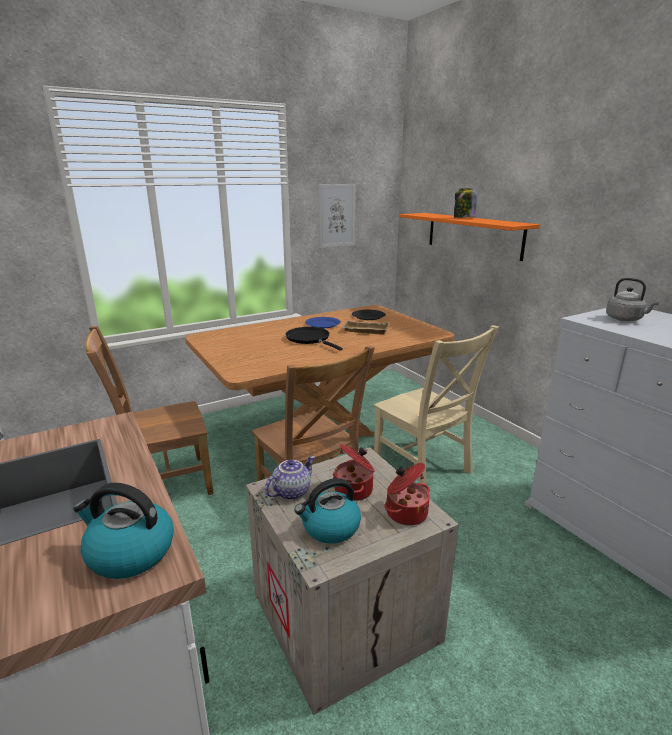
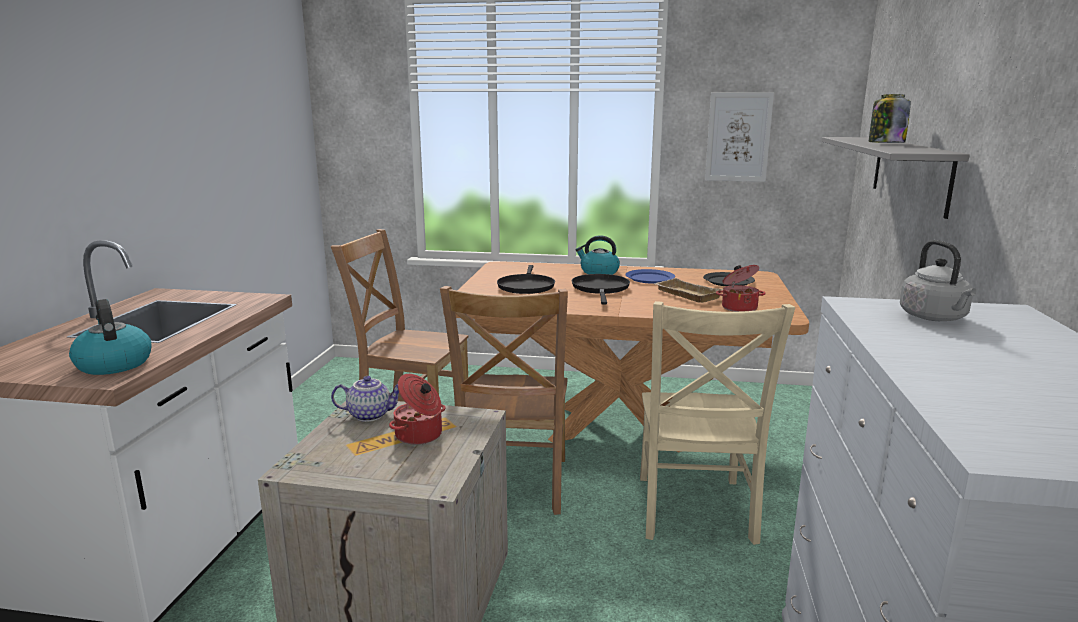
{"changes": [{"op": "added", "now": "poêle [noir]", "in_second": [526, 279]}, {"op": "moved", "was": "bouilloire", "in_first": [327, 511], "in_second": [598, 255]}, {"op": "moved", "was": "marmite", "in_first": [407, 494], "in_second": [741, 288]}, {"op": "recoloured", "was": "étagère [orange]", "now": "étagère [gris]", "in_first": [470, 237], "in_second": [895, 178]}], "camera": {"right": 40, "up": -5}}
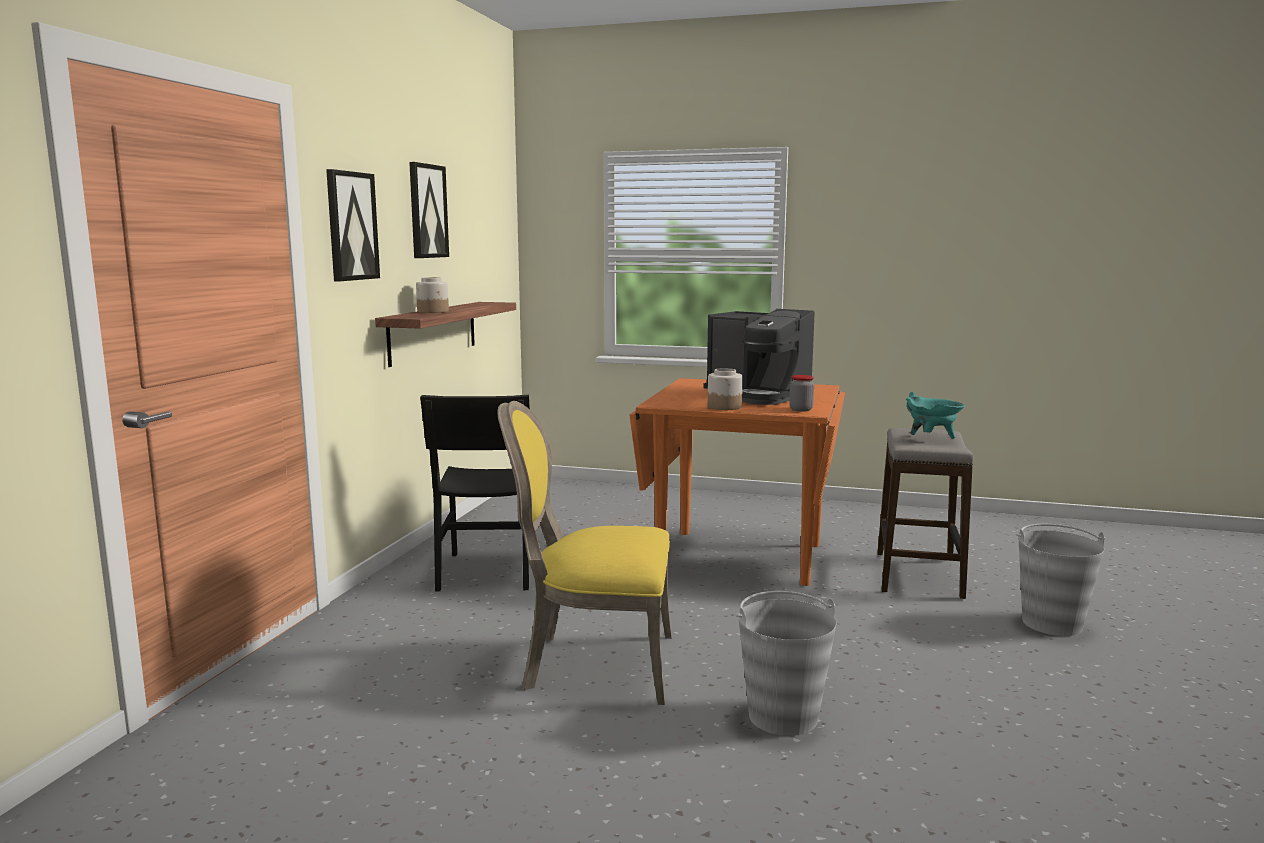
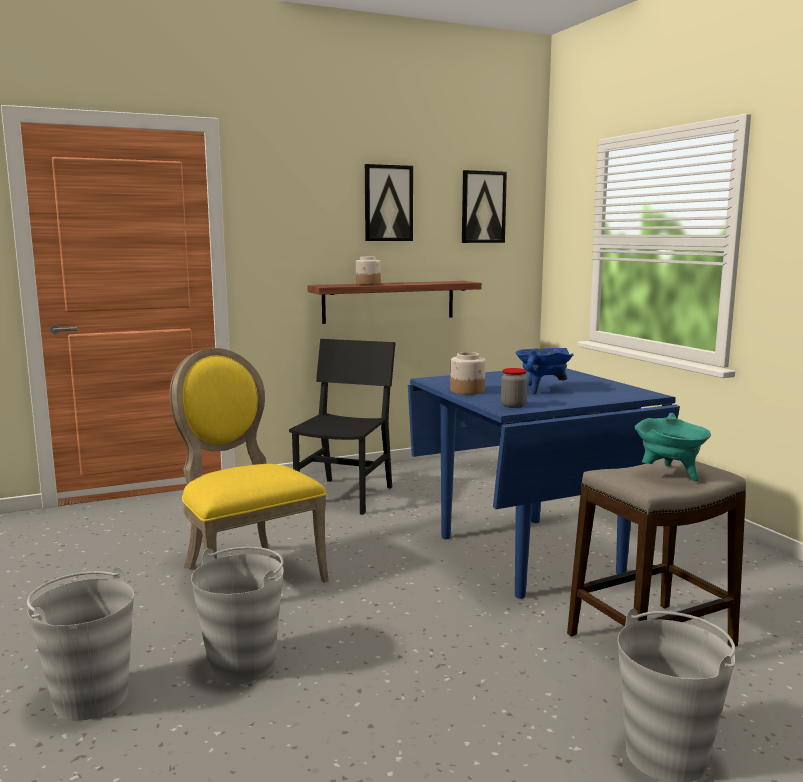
{"changes": [{"op": "added", "now": "seau [gris]", "in_second": [80, 644]}, {"op": "turned", "was": "chaise [noir]", "in_first": [478, 493], "in_second": [342, 427], "clockwise": 150}, {"op": "recoloured", "was": "table à manger [orange]", "now": "table à manger [bleu]", "in_first": [737, 482], "in_second": [544, 483]}, {"op": "moved", "was": "tableau", "in_first": [353, 225], "in_second": [484, 206]}, {"op": "replaced", "was": "machine à café", "now": "marmite [bleu]", "in_first": [759, 357], "in_second": [545, 371]}], "camera": {"right": 50, "up": 0}}
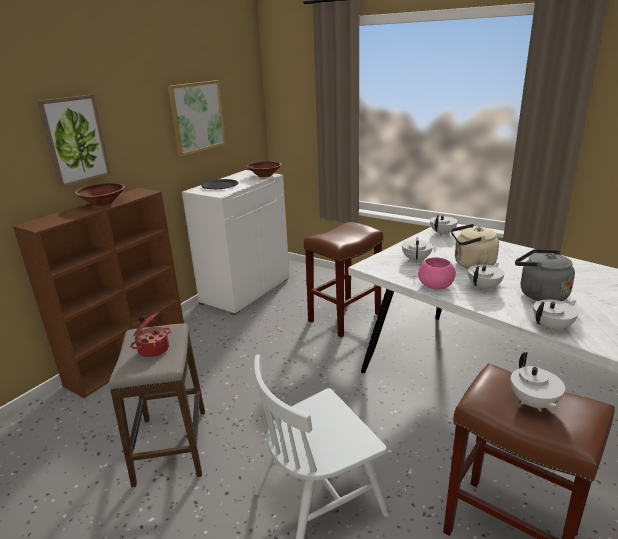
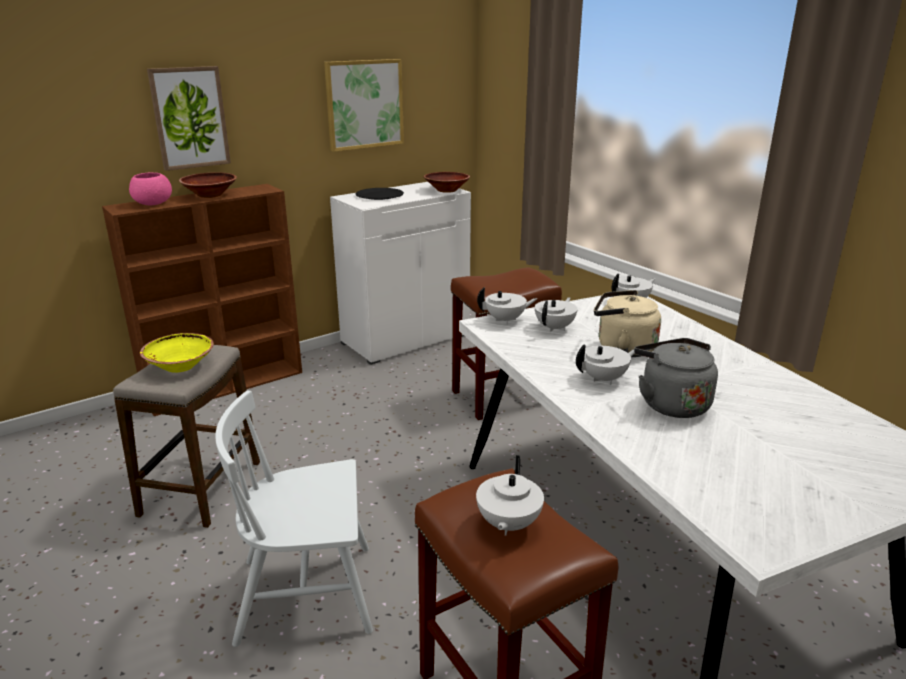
{"changes": [{"op": "moved", "was": "bol [rose]", "in_first": [437, 273], "in_second": [150, 188]}, {"op": "replaced", "was": "marmite", "now": "bol [jaune]", "in_first": [150, 334], "in_second": [177, 353]}, {"op": "moved", "was": "théière [blanc]", "in_first": [555, 316], "in_second": [507, 306]}], "camera": {"right": 20, "up": 0}}
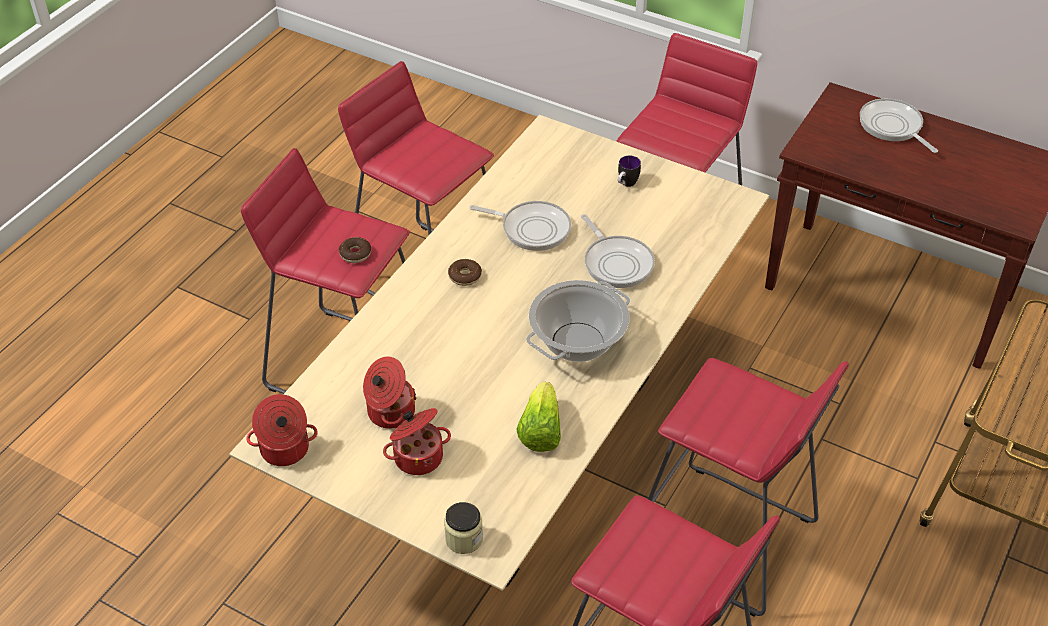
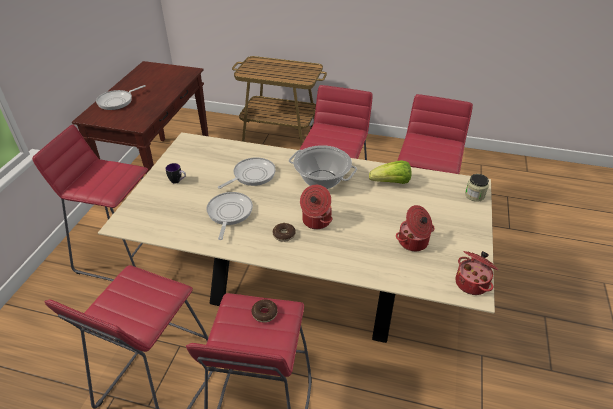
{"changes": [{"op": "moved", "was": "marmite", "in_first": [417, 441], "in_second": [316, 207]}], "camera": {"right": -105, "up": -5}}
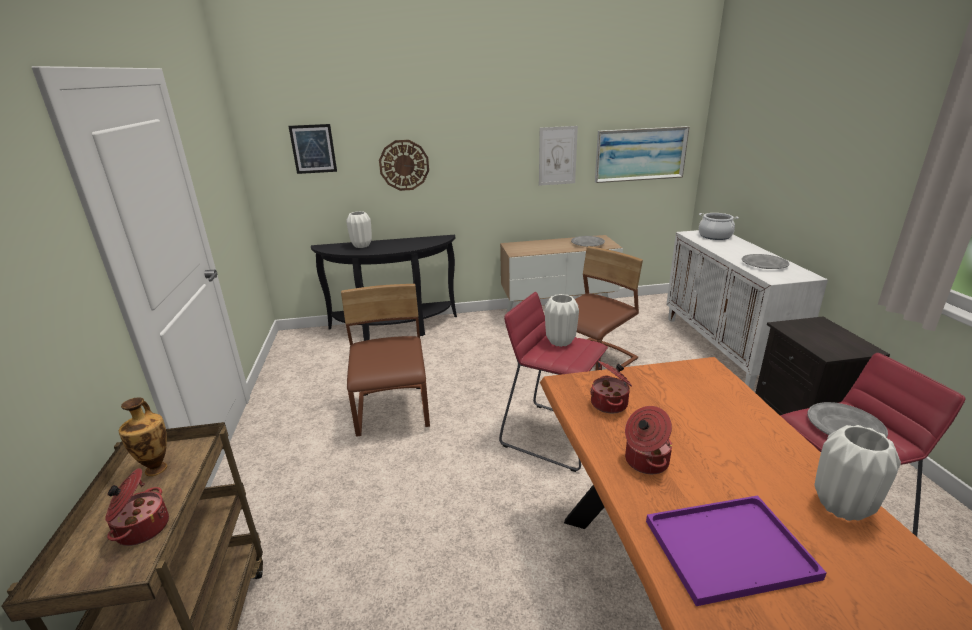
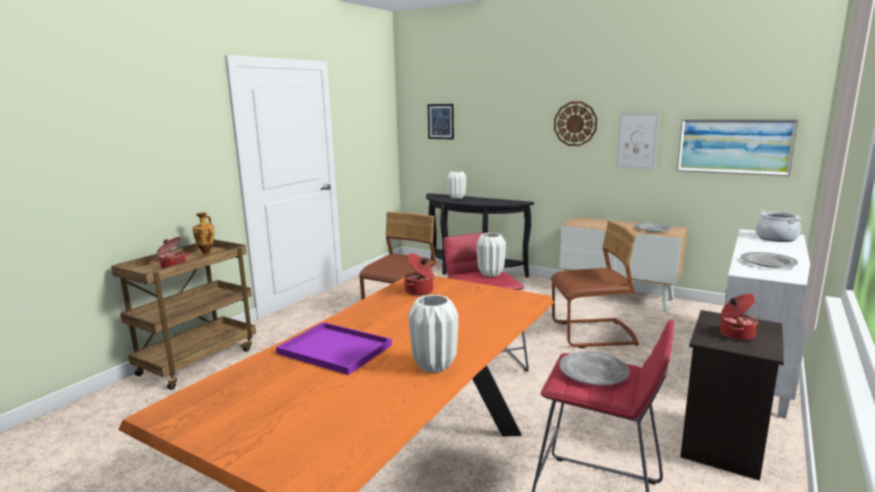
{"changes": [{"op": "moved", "was": "horloge murale", "in_first": [404, 165], "in_second": [575, 123]}, {"op": "moved", "was": "marmite", "in_first": [648, 440], "in_second": [739, 317]}], "camera": {"right": 40, "up": -10}}
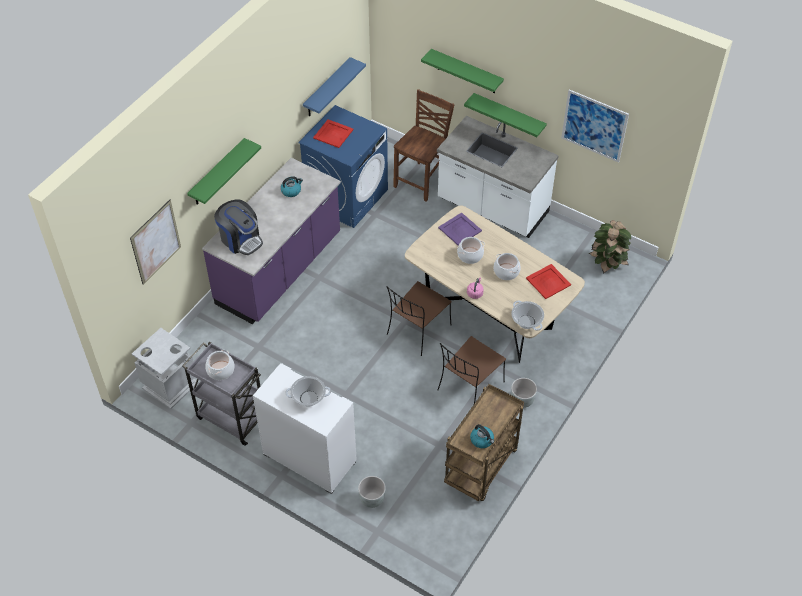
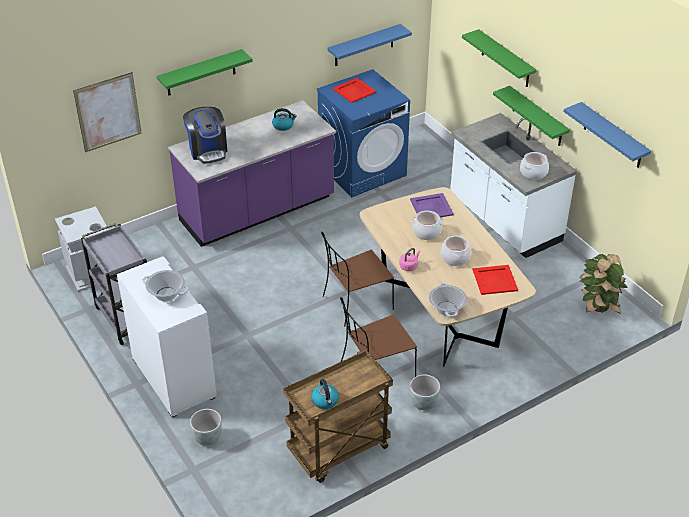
{"changes": [{"op": "moved", "was": "marmite", "in_first": [220, 365], "in_second": [534, 166]}, {"op": "replaced", "was": "tableau", "now": "étagère [bleu]", "in_first": [595, 126], "in_second": [607, 135]}, {"op": "removed", "was": "chaise [marron]", "in_first": [424, 145]}], "camera": {"right": 25, "up": -10}}
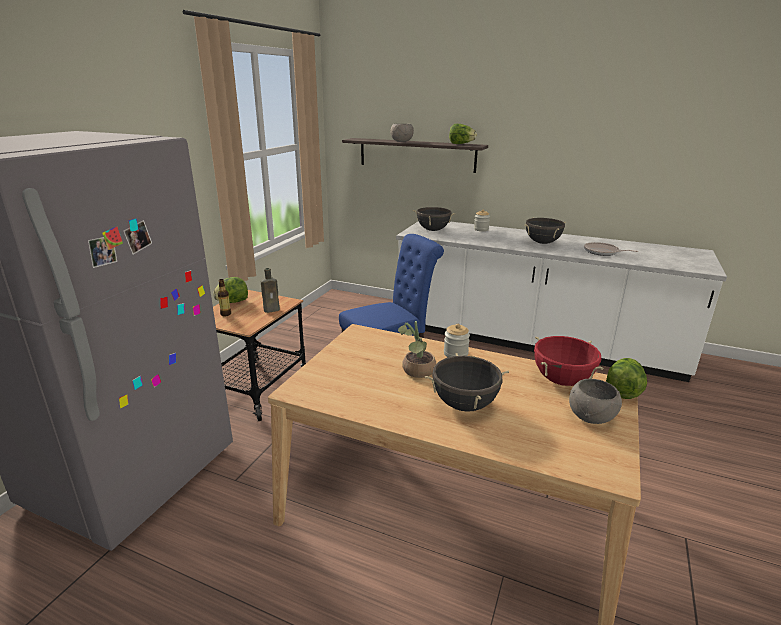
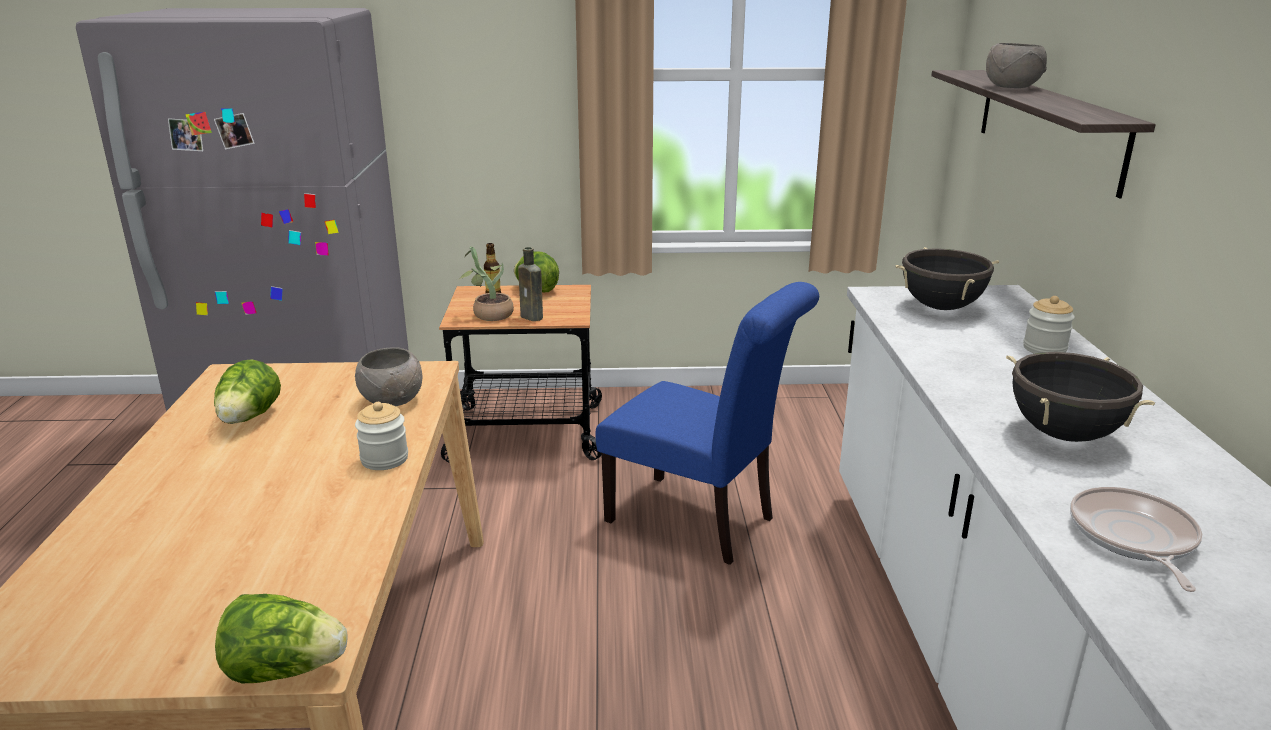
{"changes": [{"op": "moved", "was": "laitue", "in_first": [463, 134], "in_second": [247, 391]}, {"op": "moved", "was": "bol [gris]", "in_first": [595, 401], "in_second": [388, 376]}, {"op": "moved", "was": "plante en pot", "in_first": [417, 349], "in_second": [486, 283]}, {"op": "removed", "was": "marmite [noir]", "in_first": [467, 382]}, {"op": "removed", "was": "marmite [rouge]", "in_first": [569, 361]}], "camera": {"right": 65, "up": 0}}
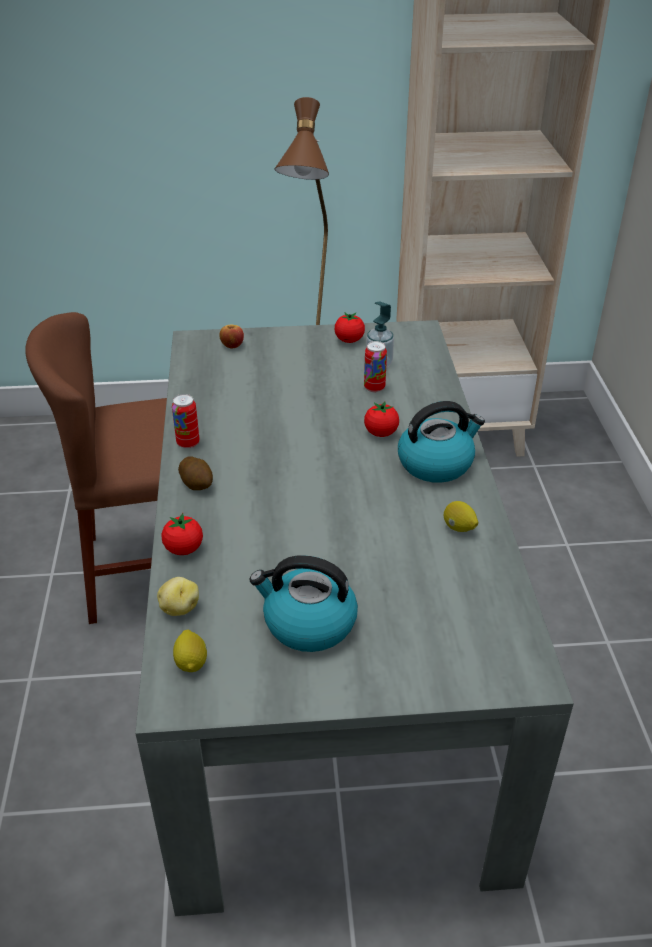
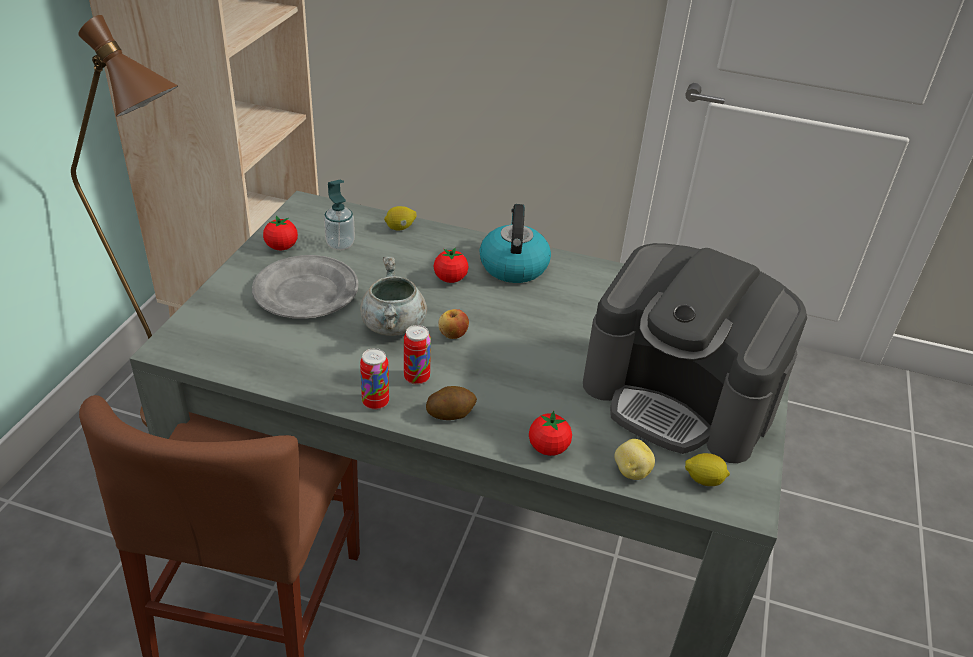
{"changes": [{"op": "added", "now": "assiette [gris]", "in_second": [305, 287]}, {"op": "added", "now": "marmite [gris]", "in_second": [393, 296]}, {"op": "moved", "was": "citron", "in_first": [461, 516], "in_second": [400, 218]}, {"op": "moved", "was": "boîte métallique", "in_first": [375, 367], "in_second": [417, 355]}, {"op": "moved", "was": "pomme", "in_first": [231, 337], "in_second": [453, 324]}, {"op": "replaced", "was": "bouilloire", "now": "machine à café", "in_first": [304, 603], "in_second": [695, 353]}], "camera": {"right": -70, "up": 0}}
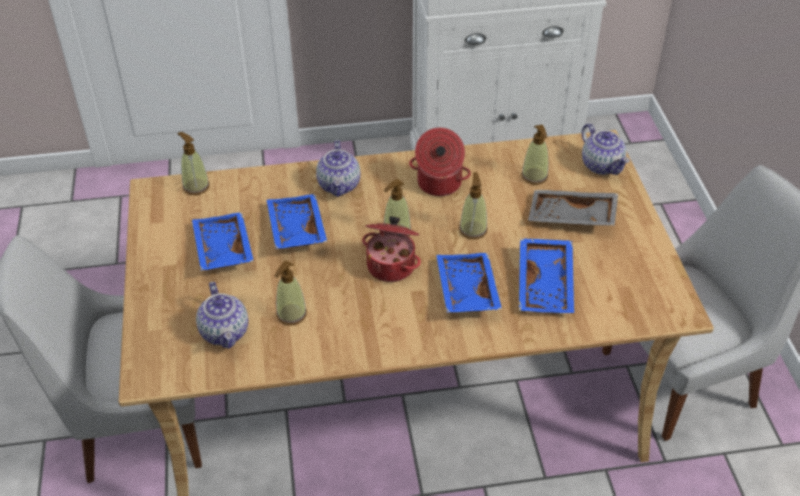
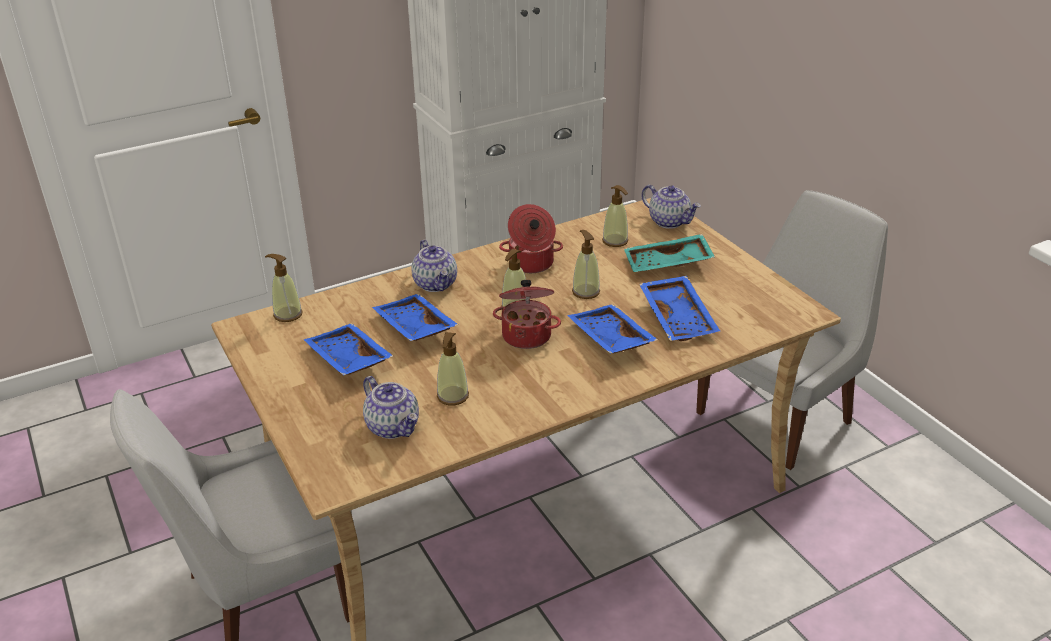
{"changes": [{"op": "recoloured", "was": "plateau [gris]", "now": "plateau [turquoise]", "in_first": [573, 208], "in_second": [669, 253]}], "camera": {"right": -20, "up": -10}}
